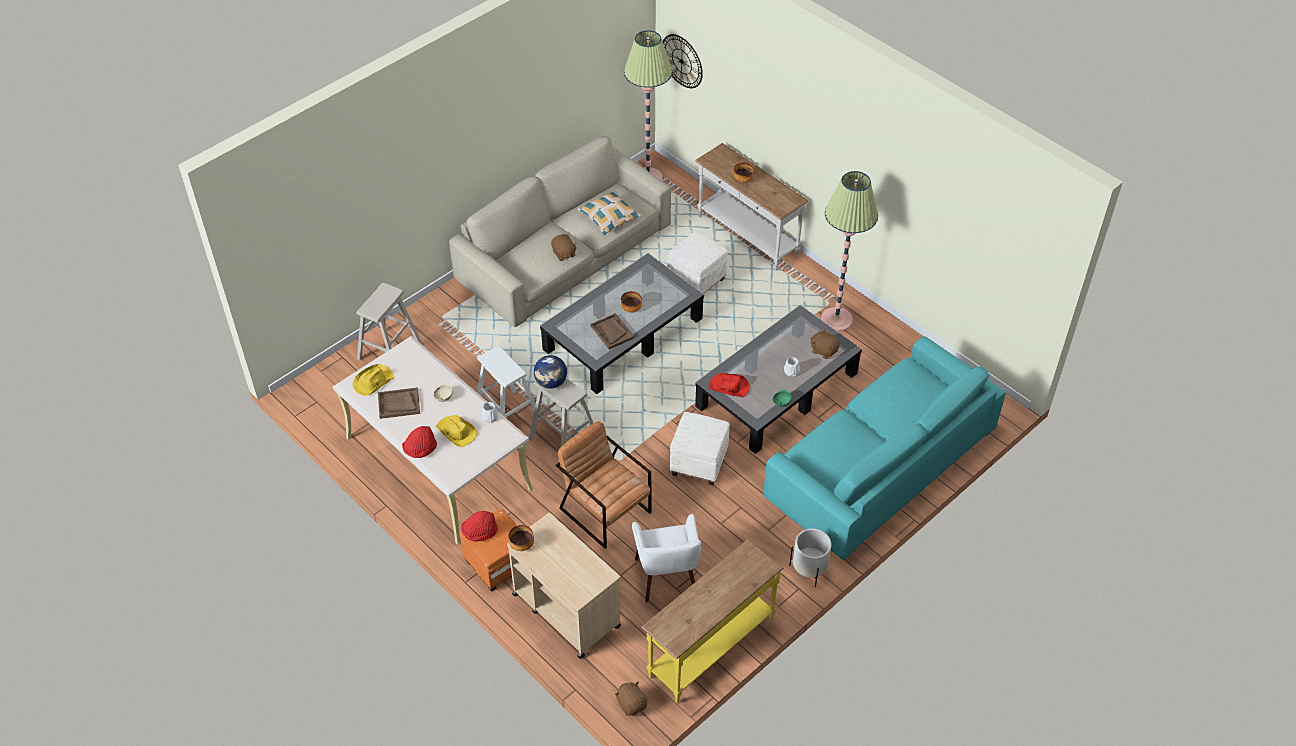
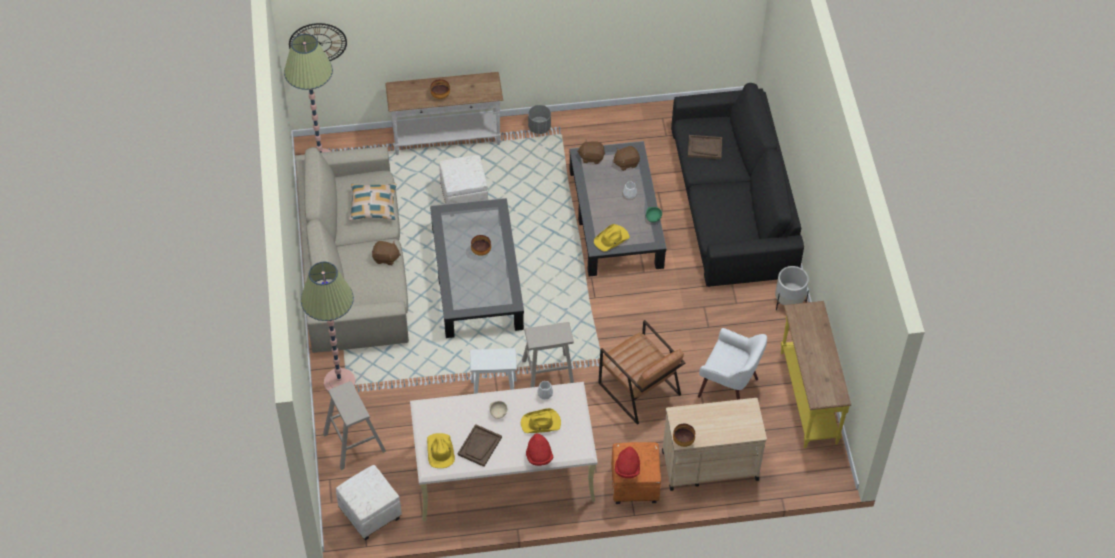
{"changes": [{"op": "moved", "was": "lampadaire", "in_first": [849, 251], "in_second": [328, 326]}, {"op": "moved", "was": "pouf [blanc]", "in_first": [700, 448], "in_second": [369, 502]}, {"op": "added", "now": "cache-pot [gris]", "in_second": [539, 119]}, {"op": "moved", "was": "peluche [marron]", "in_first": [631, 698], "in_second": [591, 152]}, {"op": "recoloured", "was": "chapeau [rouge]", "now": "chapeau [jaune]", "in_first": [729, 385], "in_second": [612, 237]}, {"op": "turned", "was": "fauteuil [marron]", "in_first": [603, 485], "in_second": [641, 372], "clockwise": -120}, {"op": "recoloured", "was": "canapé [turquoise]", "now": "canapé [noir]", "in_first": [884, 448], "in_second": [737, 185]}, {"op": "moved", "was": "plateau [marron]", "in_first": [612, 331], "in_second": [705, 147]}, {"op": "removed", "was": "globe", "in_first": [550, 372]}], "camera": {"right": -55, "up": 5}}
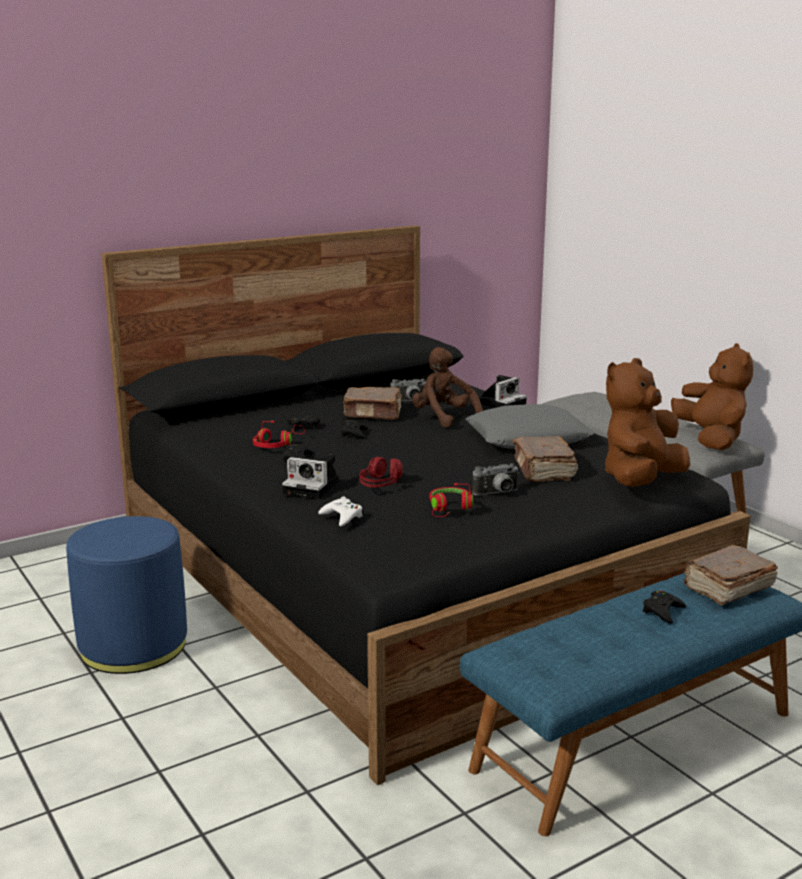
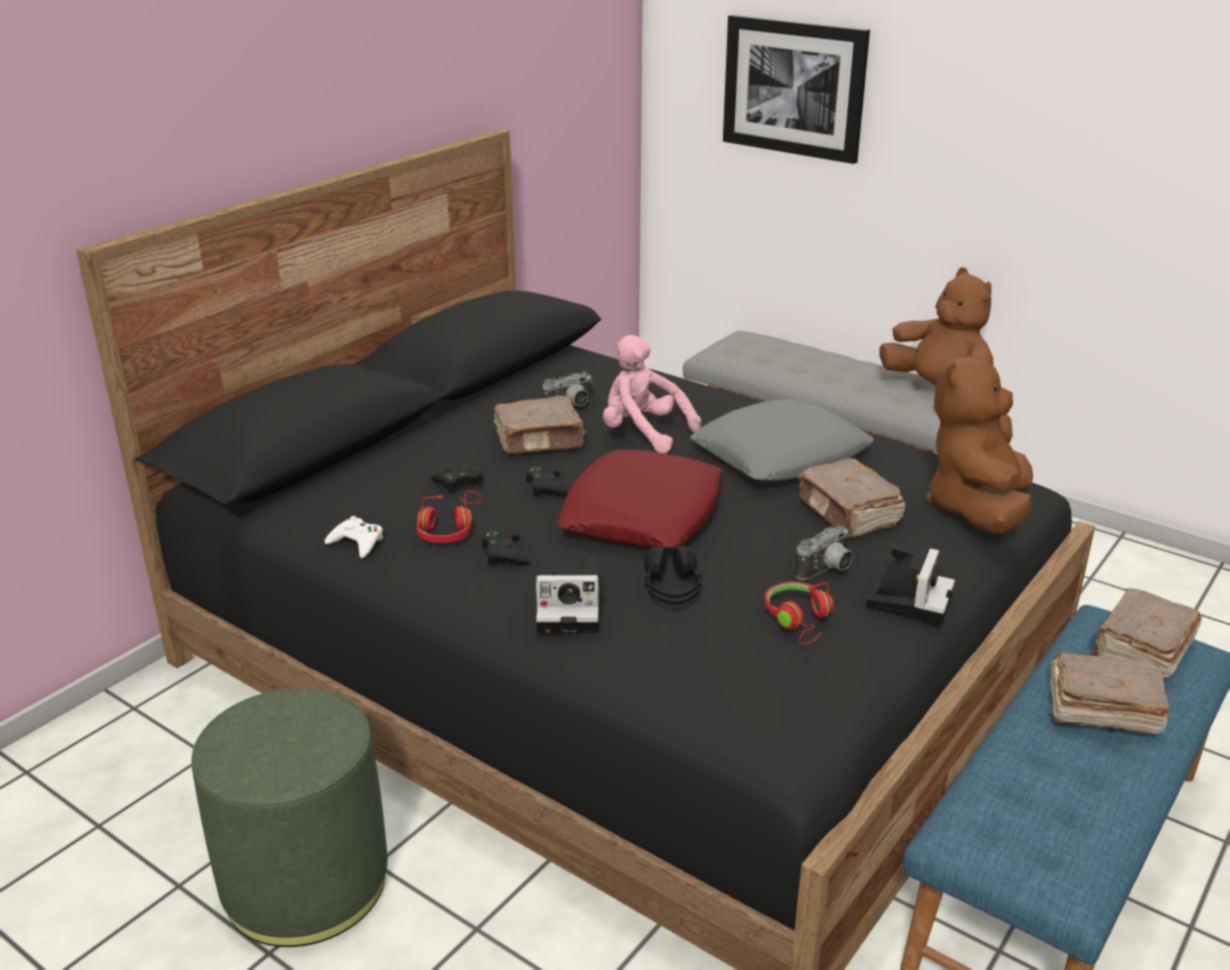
{"changes": [{"op": "recoloured", "was": "pouf [bleu]", "now": "pouf [vert]", "in_first": [126, 595], "in_second": [290, 817]}, {"op": "moved", "was": "manette [blanc]", "in_first": [340, 511], "in_second": [354, 537]}, {"op": "added", "now": "coussin [rouge]", "in_second": [640, 499]}, {"op": "recoloured", "was": "peluche [marron]", "now": "peluche [rose]", "in_first": [447, 387], "in_second": [652, 394]}, {"op": "recoloured", "was": "casque audio [rouge]", "now": "casque audio [noir]", "in_first": [381, 472], "in_second": [672, 576]}, {"op": "added", "now": "tableau", "in_second": [796, 89]}, {"op": "moved", "was": "appareil photo", "in_first": [503, 391], "in_second": [910, 584]}, {"op": "replaced", "was": "manette [noir]", "now": "livre [marron]", "in_first": [664, 607], "in_second": [1109, 693]}], "camera": {"right": -20, "up": 10}}
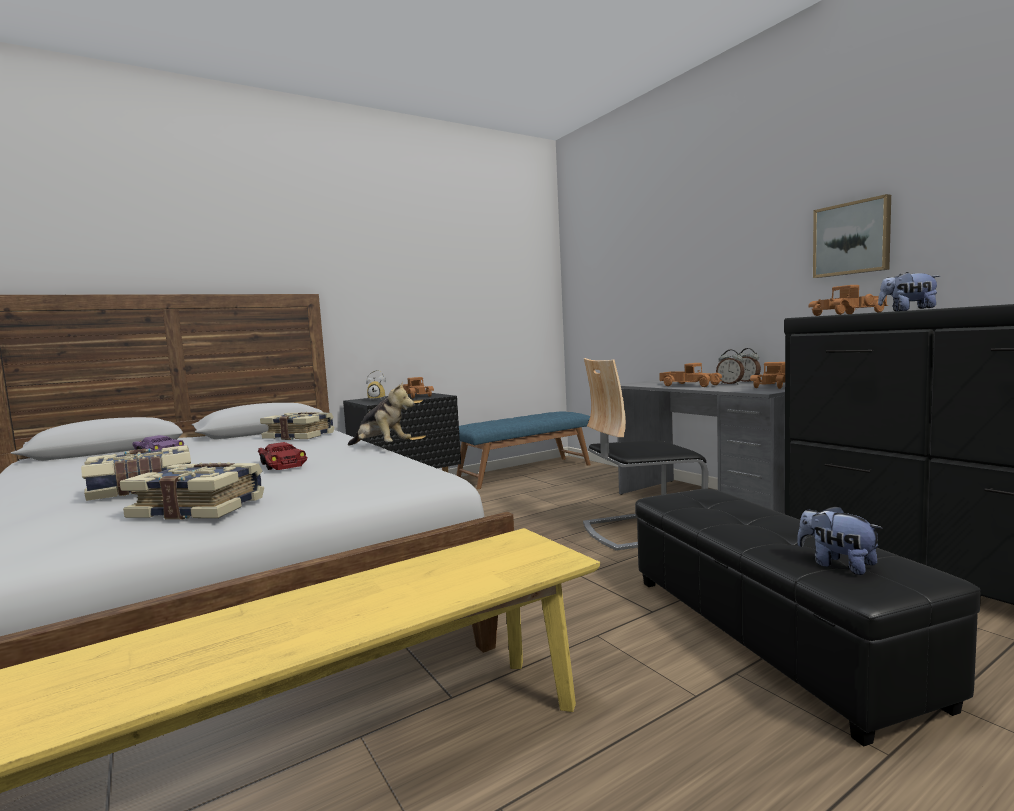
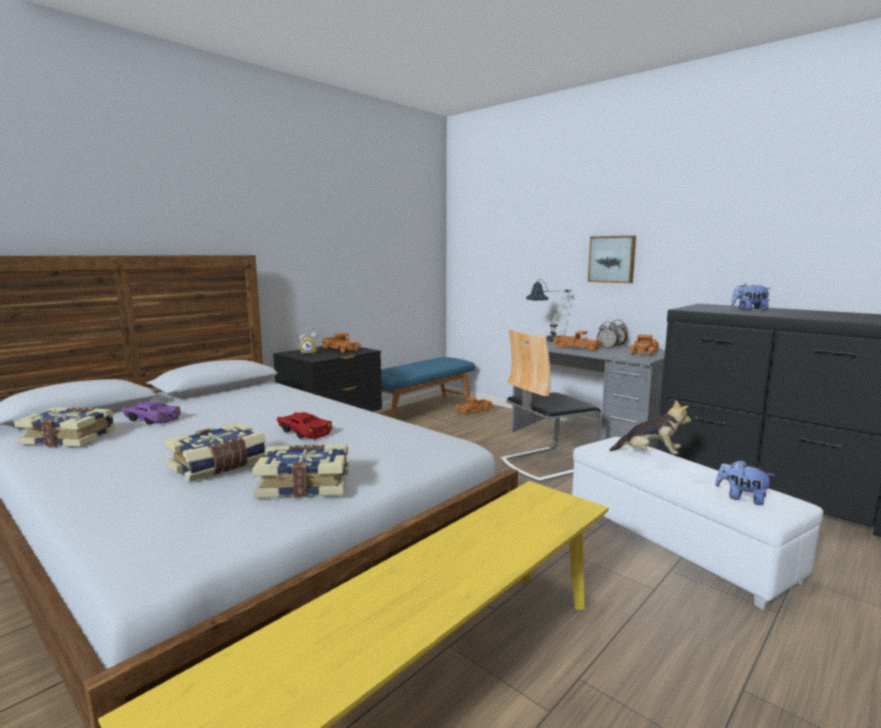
{"changes": [{"op": "moved", "was": "livre", "in_first": [297, 426], "in_second": [64, 427]}, {"op": "moved", "was": "camion jouet", "in_first": [848, 300], "in_second": [473, 406]}, {"op": "added", "now": "lampe de table", "in_second": [549, 310]}, {"op": "recoloured", "was": "pouf [noir]", "now": "pouf [blanc]", "in_first": [808, 617], "in_second": [697, 523]}, {"op": "moved", "was": "tableau", "in_first": [852, 236], "in_second": [612, 259]}, {"op": "moved", "was": "peluche", "in_first": [381, 413], "in_second": [650, 427]}], "camera": {"right": -15, "up": 5}}
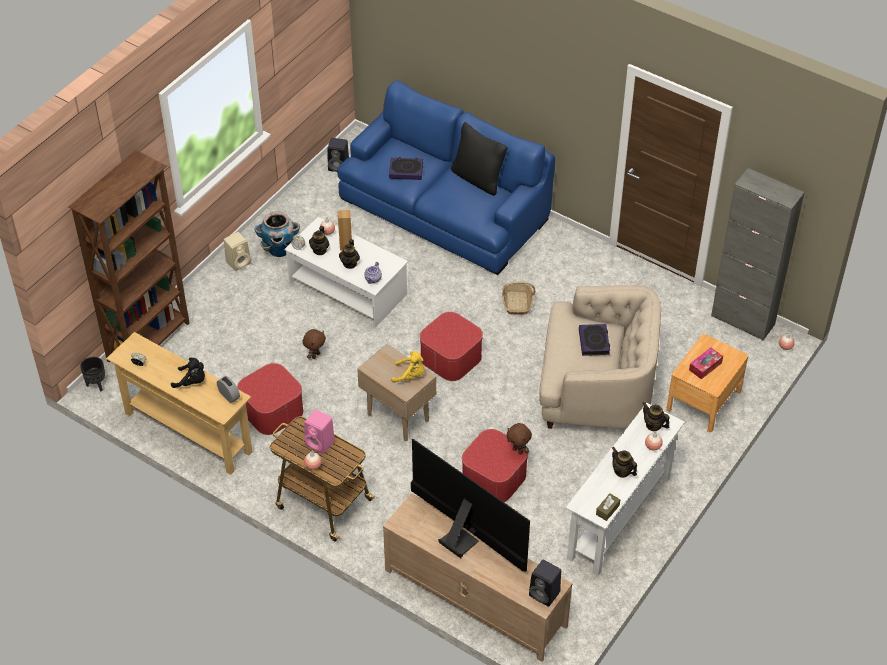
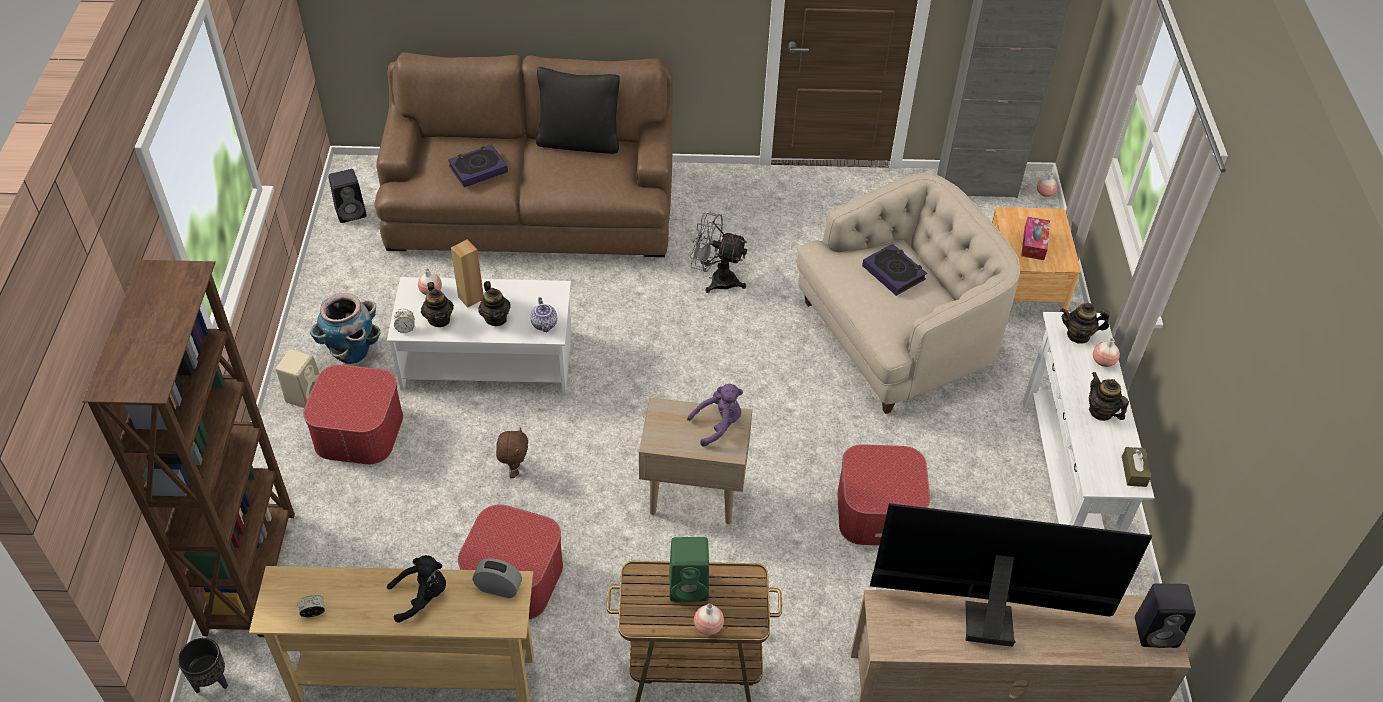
{"changes": [{"op": "moved", "was": "pouf", "in_first": [451, 346], "in_second": [353, 414]}, {"op": "recoloured", "was": "canapé [bleu]", "now": "canapé [marron]", "in_first": [446, 178], "in_second": [524, 154]}, {"op": "recoloured", "was": "enceinte [rose]", "now": "enceinte [vert]", "in_first": [319, 431], "in_second": [689, 569]}, {"op": "recoloured", "was": "peluche [jaune]", "now": "peluche [violet]", "in_first": [407, 367], "in_second": [715, 415]}, {"op": "replaced", "was": "panier", "now": "ventilateur [gris]", "in_first": [518, 298], "in_second": [719, 252]}, {"op": "turned", "was": "théière", "in_first": [624, 462], "in_second": [1109, 396], "clockwise": 45}, {"op": "removed", "was": "peluche [marron]", "in_first": [519, 438]}], "camera": {"right": -35, "up": 0}}
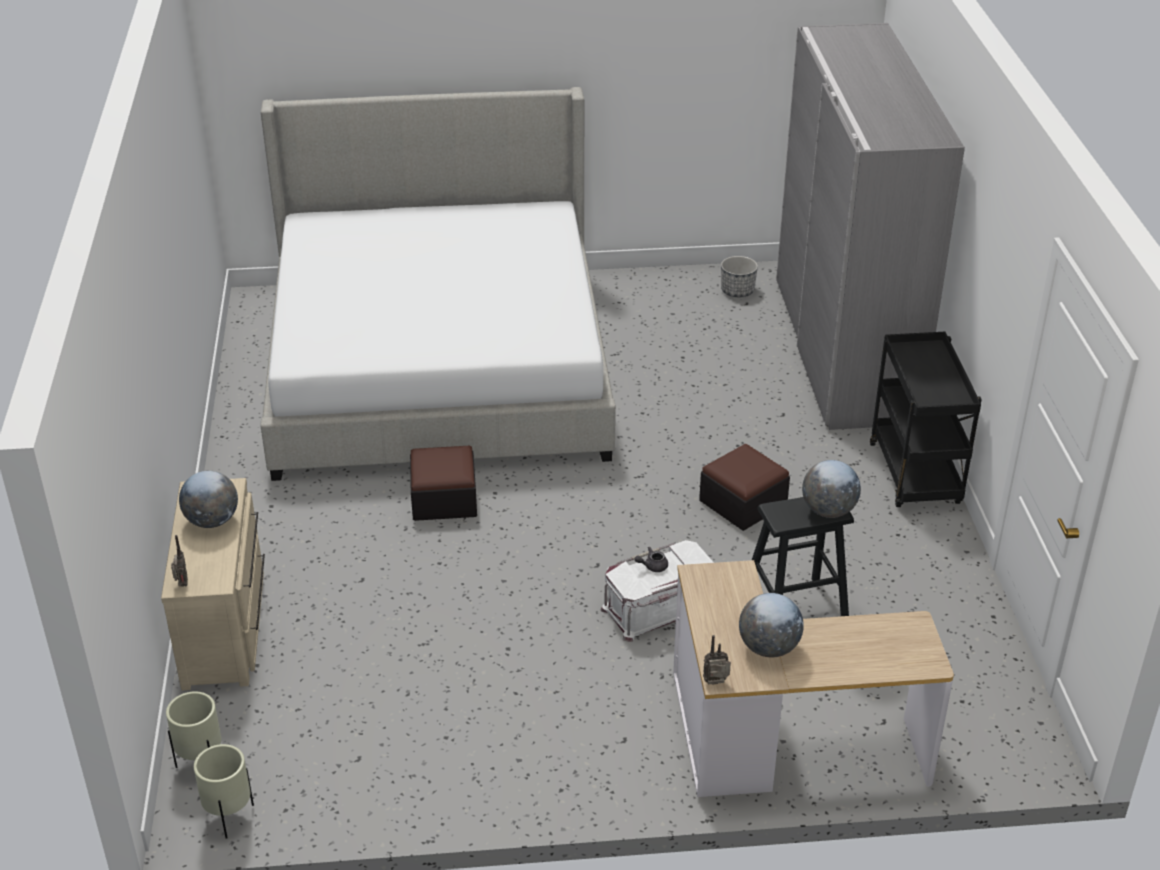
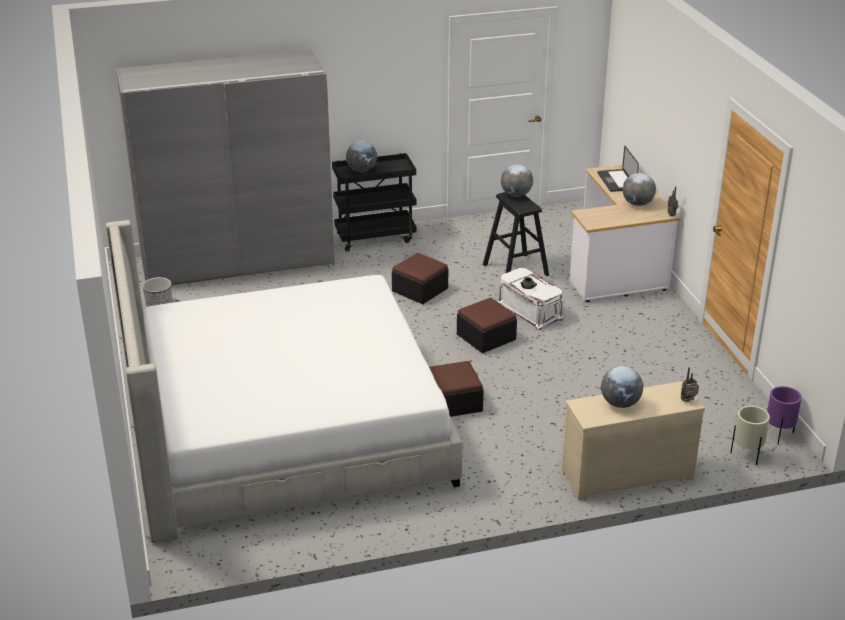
{"changes": [{"op": "added", "now": "globe", "in_second": [361, 156]}, {"op": "added", "now": "pouf", "in_second": [487, 325]}, {"op": "added", "now": "ordinateur portable", "in_second": [618, 169]}, {"op": "recoloured", "was": "cache-pot [beige]", "now": "cache-pot [violet]", "in_first": [224, 791], "in_second": [784, 415]}], "camera": {"right": -100, "up": -5}}
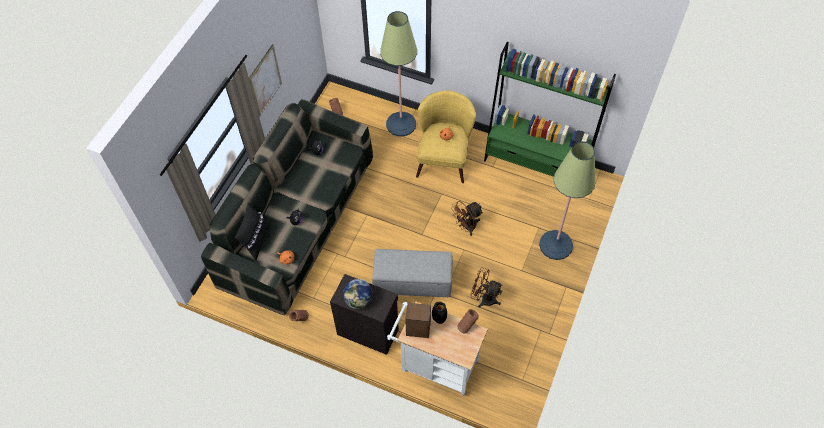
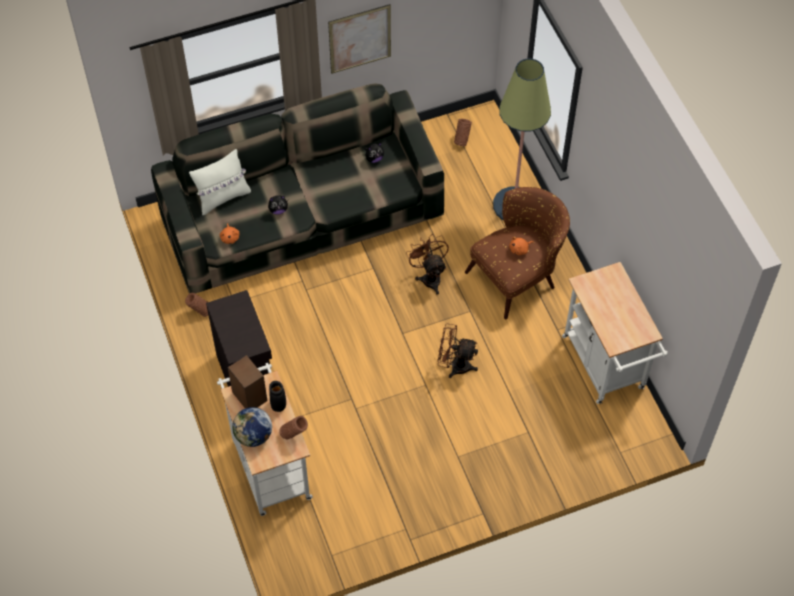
{"changes": [{"op": "recoloured", "was": "coussin [noir]", "now": "coussin [blanc]", "in_first": [252, 231], "in_second": [220, 182]}, {"op": "moved", "was": "globe", "in_first": [357, 294], "in_second": [252, 427]}, {"op": "moved", "was": "ventilateur [marron]", "in_first": [486, 288], "in_second": [427, 265]}, {"op": "recoloured", "was": "fauteuil [jaune]", "now": "fauteuil [marron]", "in_first": [446, 137], "in_second": [517, 253]}, {"op": "replaced", "was": "bibliothèque [vert]", "now": "chariot [blanc]", "in_first": [550, 109], "in_second": [615, 333]}, {"op": "removed", "was": "pouf [gris]", "in_first": [412, 273]}, {"op": "removed", "was": "lampadaire", "in_first": [567, 200]}], "camera": {"right": 45, "up": 0}}
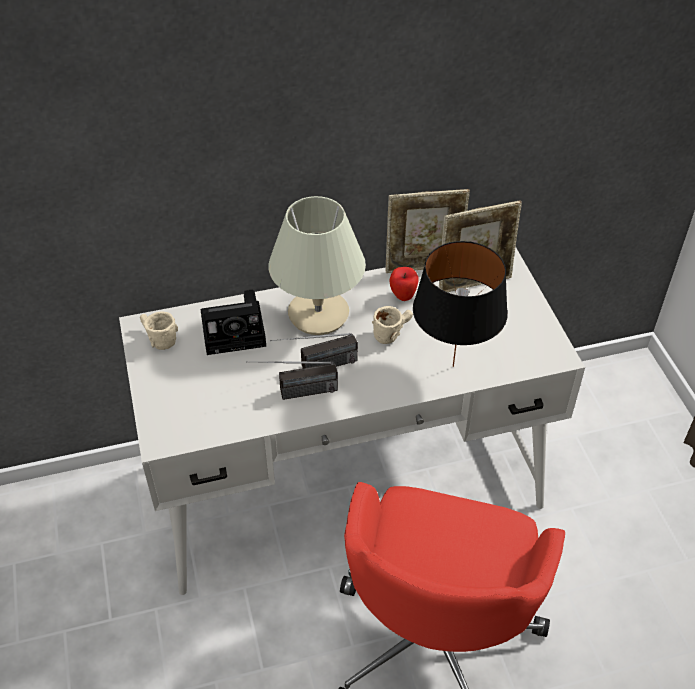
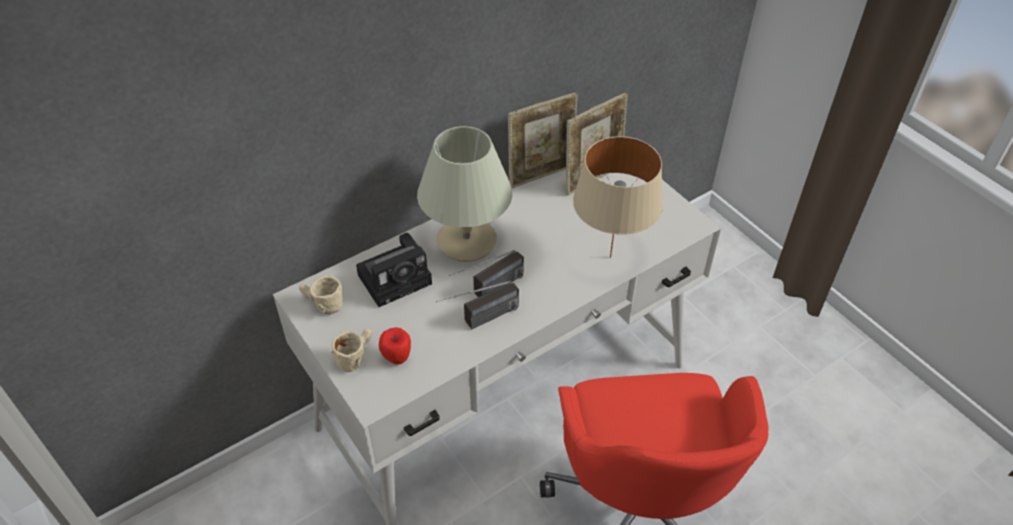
{"changes": [{"op": "moved", "was": "mug [beige]", "in_first": [392, 325], "in_second": [352, 350]}, {"op": "moved", "was": "pomme", "in_first": [404, 284], "in_second": [395, 346]}, {"op": "recoloured", "was": "lampe de table [noir]", "now": "lampe de table [beige]", "in_first": [460, 304], "in_second": [618, 197]}], "camera": {"right": -20, "up": 0}}
